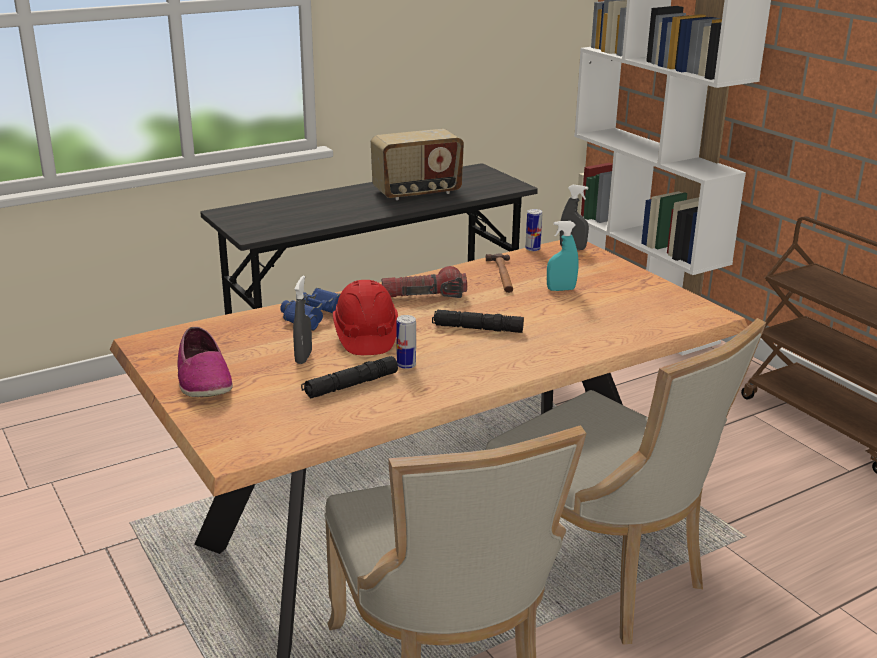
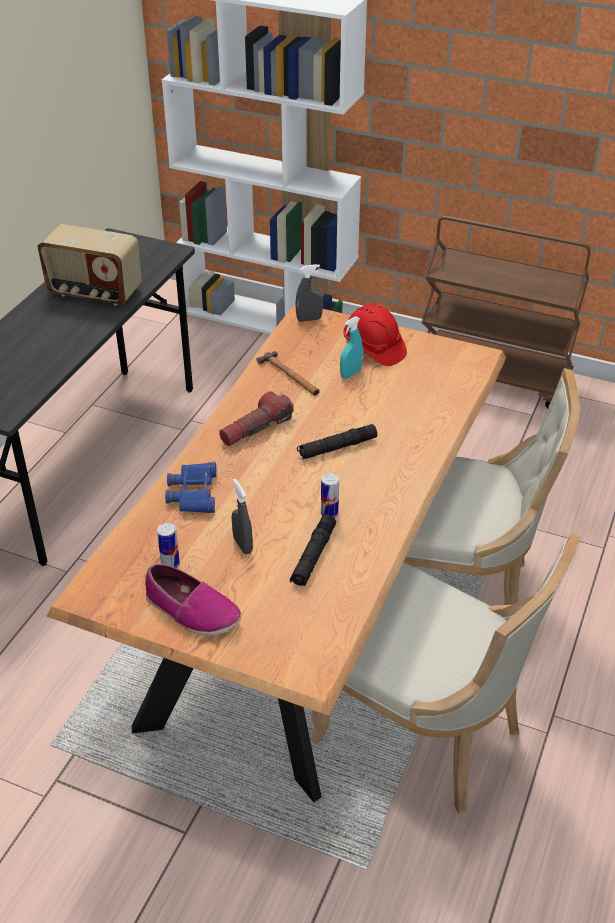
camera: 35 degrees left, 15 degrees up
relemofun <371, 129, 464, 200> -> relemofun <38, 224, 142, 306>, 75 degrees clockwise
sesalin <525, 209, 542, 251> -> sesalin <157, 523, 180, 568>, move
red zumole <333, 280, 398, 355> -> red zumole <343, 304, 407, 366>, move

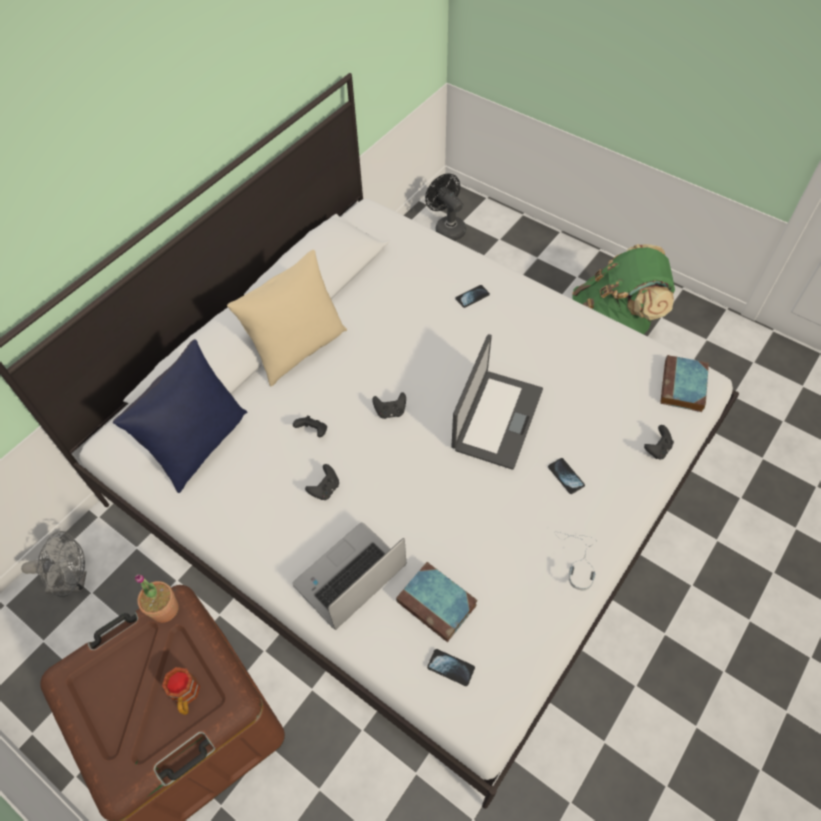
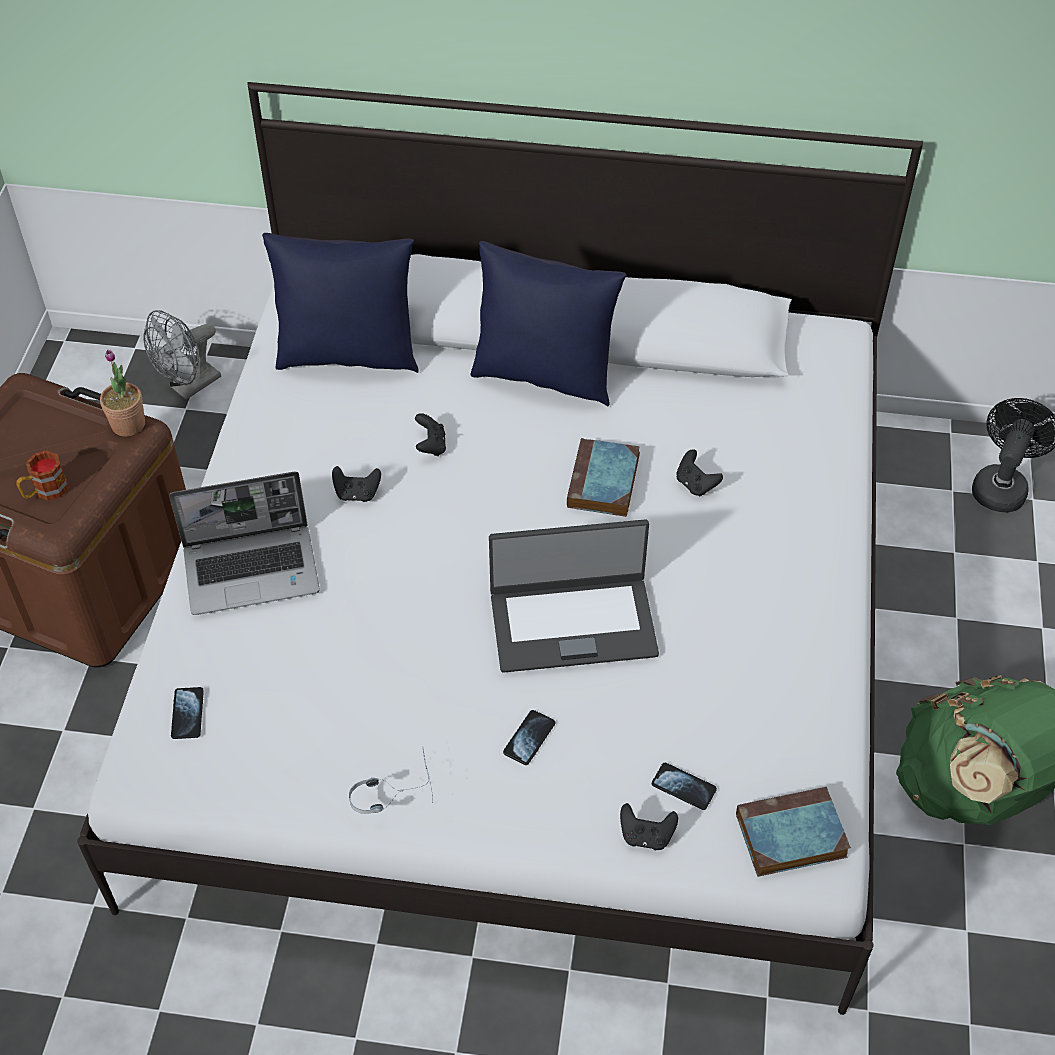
camera: 60 degrees right, 5 degrees down
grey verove <21, 531, 87, 597> -> grey verove <143, 310, 221, 400>, 75 degrees clockwise
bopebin <292, 522, 406, 630> -> bopebin <169, 472, 320, 615>, 150 degrees clockwise
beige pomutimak <227, 250, 347, 387> -> blue pomutimak <470, 241, 627, 406>
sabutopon <396, 562, 478, 642> -> sabutopon <567, 438, 640, 517>, move
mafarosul <456, 285, 490, 308> -> mafarosul <652, 763, 717, 810>, move
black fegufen <372, 392, 406, 419> -> black fegufen <676, 449, 723, 496>, move

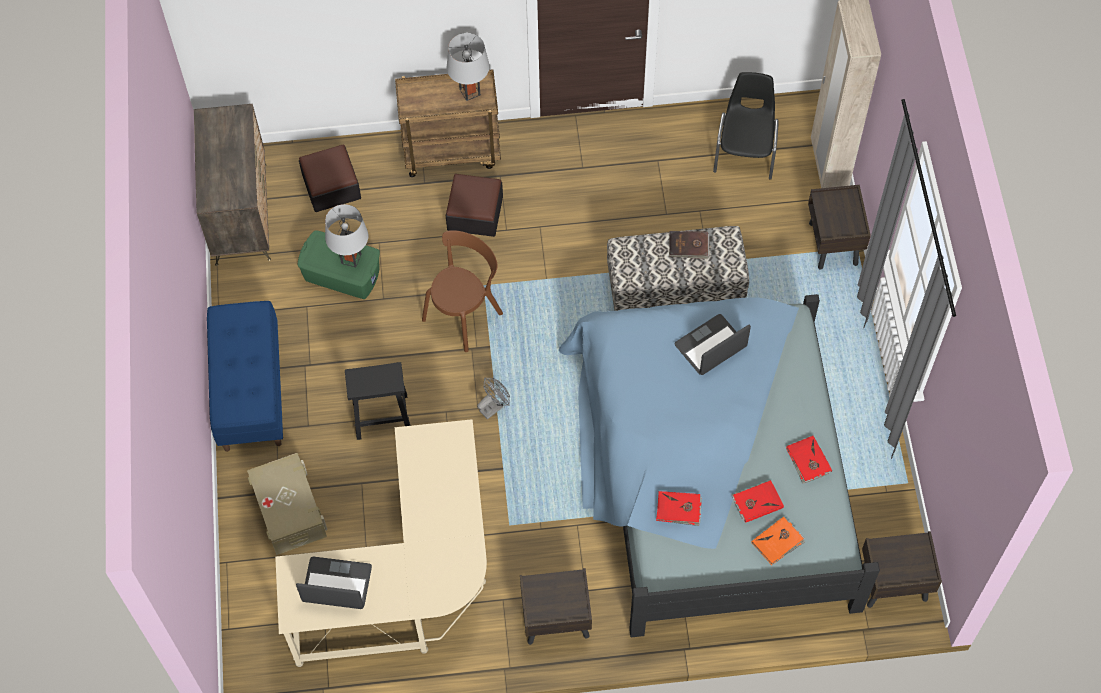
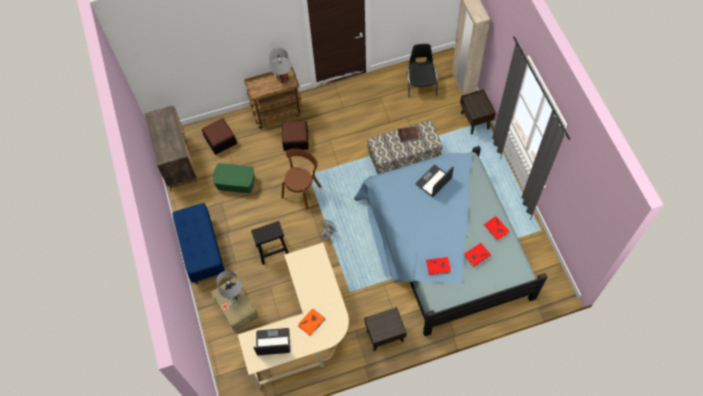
camera: 10 degrees left, 0 degrees up
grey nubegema <325, 204, 368, 267> -> grey nubegema <216, 270, 242, 300>, move
orange sabutopon <751, 517, 805, 565> -> orange sabutopon <297, 309, 326, 336>, move
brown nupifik <862, 531, 942, 608> -> none

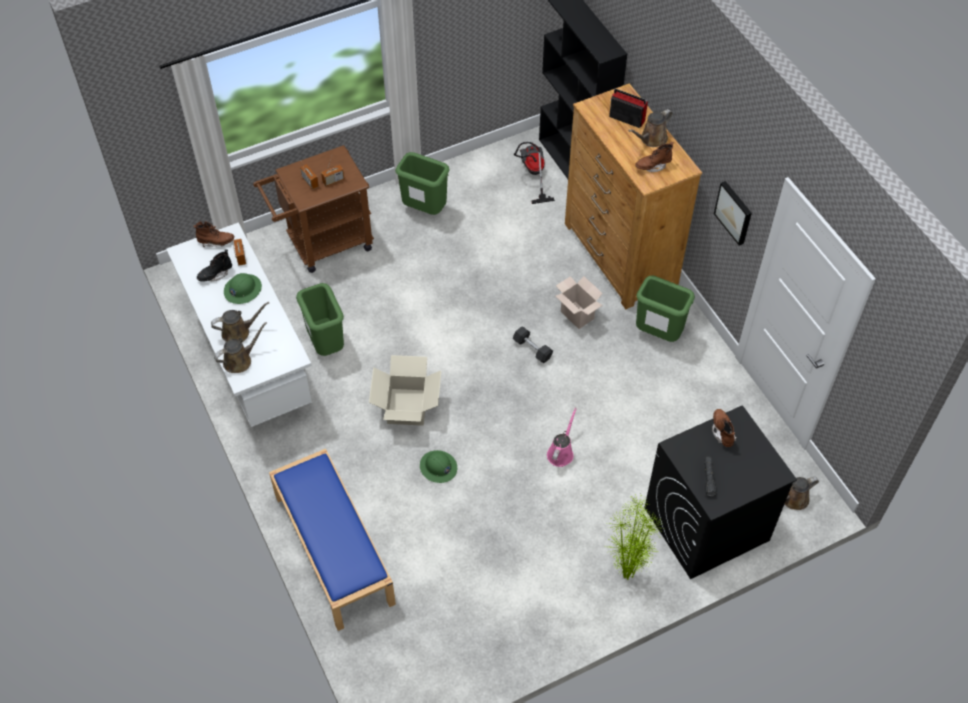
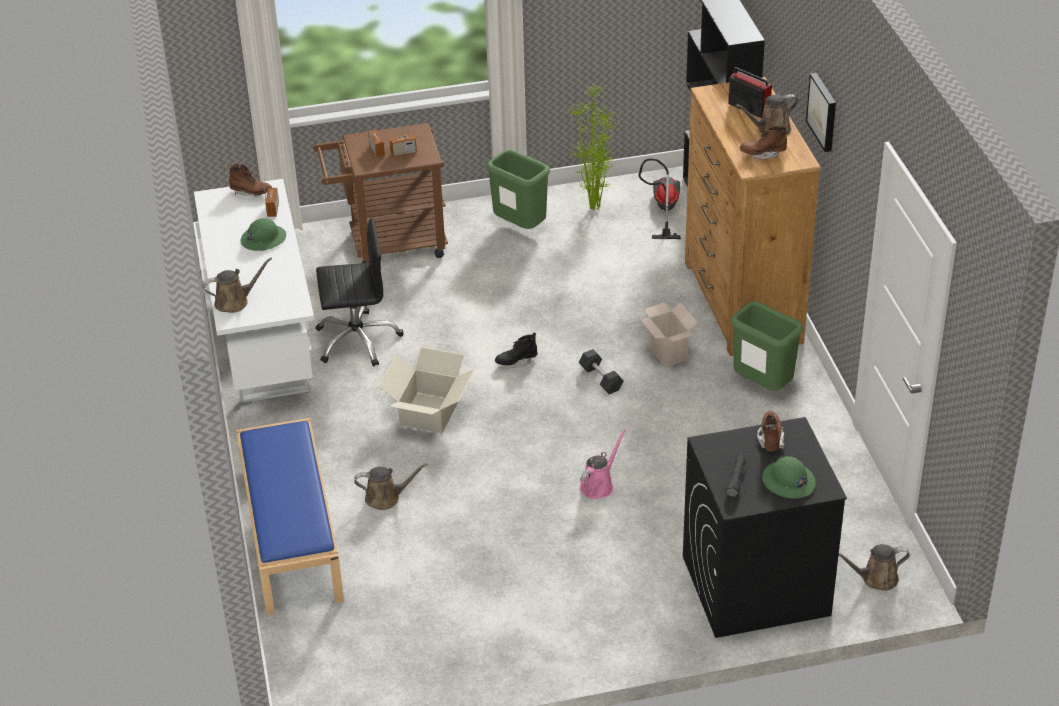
camera: 15 degrees right, 15 degrees down
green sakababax <296, 283, 344, 356> -> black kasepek <316, 218, 404, 367>
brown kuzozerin <211, 302, 269, 342> -> brown kuzozerin <354, 463, 428, 510>, move
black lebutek <197, 249, 232, 282> -> black lebutek <495, 332, 538, 368>, move
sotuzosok <605, 494, 664, 580> -> sotuzosok <567, 85, 618, 210>, move
green zumole <420, 450, 457, 483> -> green zumole <762, 456, 816, 499>, move
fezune <714, 181, 752, 246> -> fezune <806, 73, 836, 152>, move

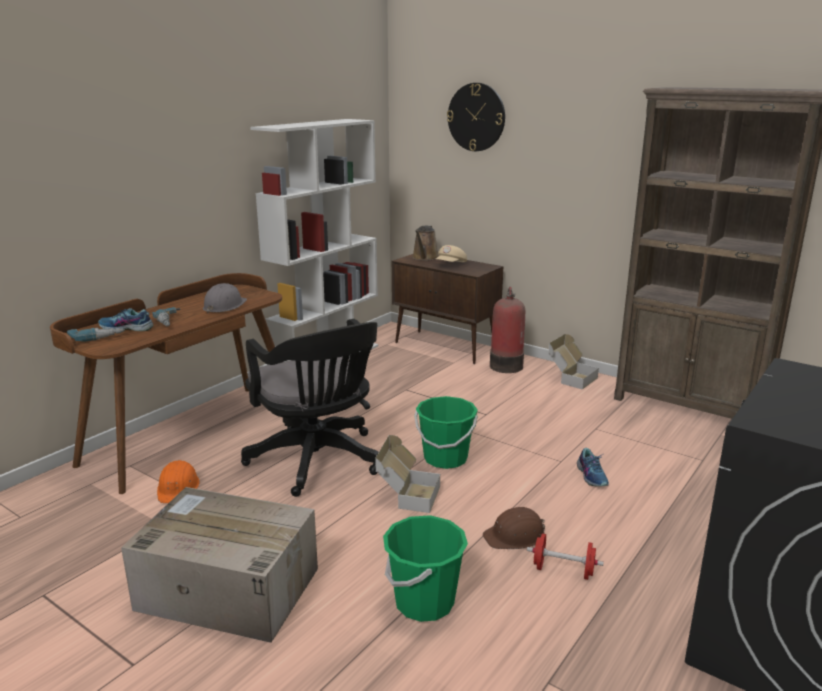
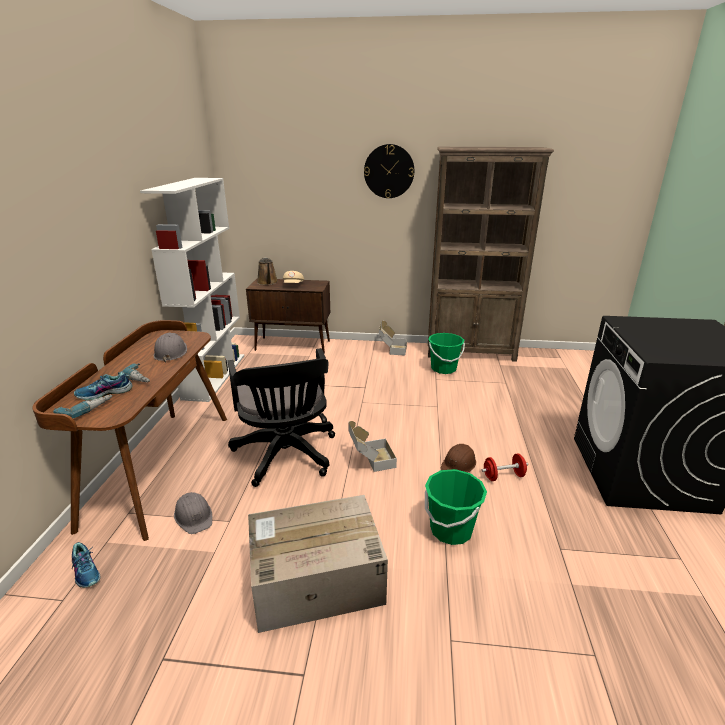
camera: 30 degrees left, 5 degrees up
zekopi <577, 448, 609, 486> -> zekopi <72, 542, 100, 588>, move
orange zumole <157, 460, 200, 503> -> grey zumole <174, 492, 212, 534>
black kasepek <241, 319, 379, 497> -> black kasepek <228, 348, 335, 487>, 45 degrees clockwise
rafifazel <447, 83, 505, 151> -> rafifazel <364, 144, 414, 198>, move
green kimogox <414, 396, 478, 469> -> green kimogox <428, 333, 465, 374>, move
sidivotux <490, 287, 525, 373> -> none

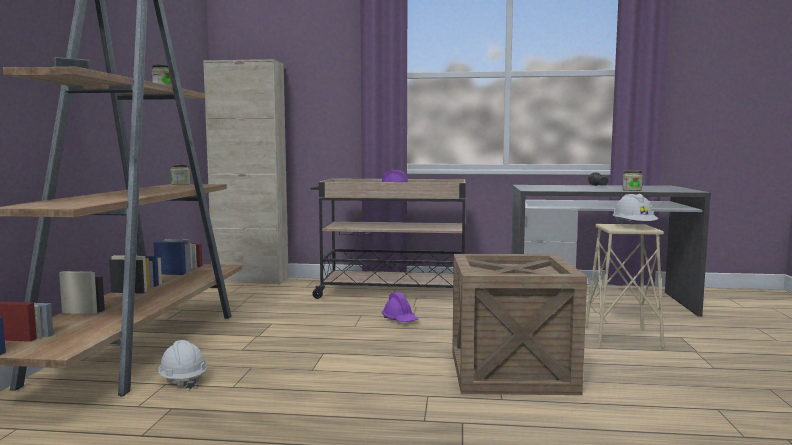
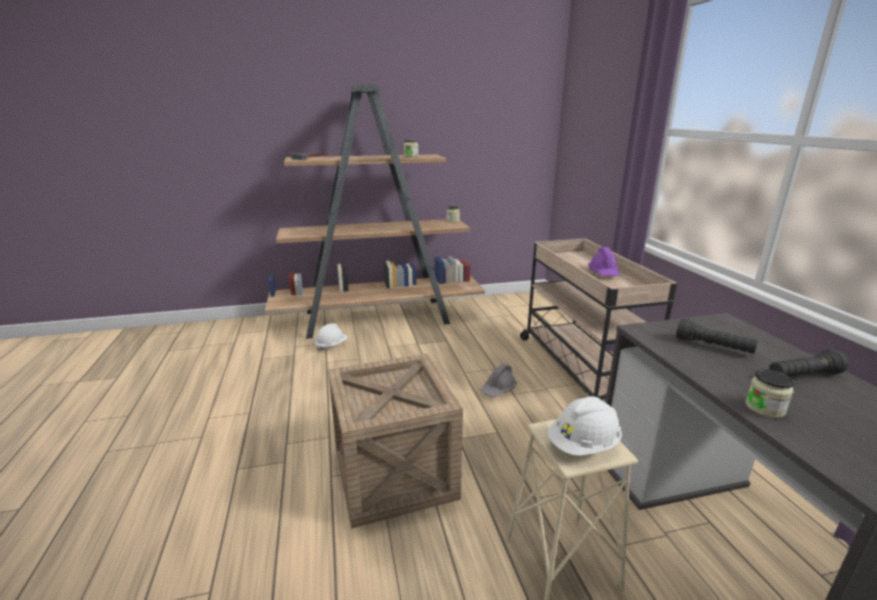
camera: 70 degrees right, 15 degrees up
purple zumole <382, 292, 419, 322> -> grey zumole <480, 364, 517, 397>
none -> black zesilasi <676, 319, 758, 354>
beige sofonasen <203, 59, 289, 285> -> none

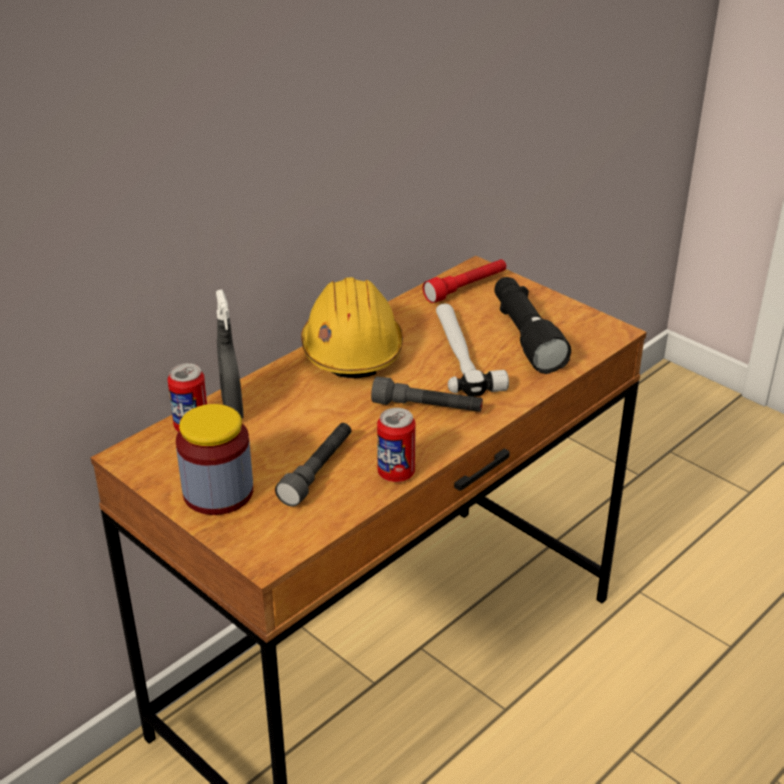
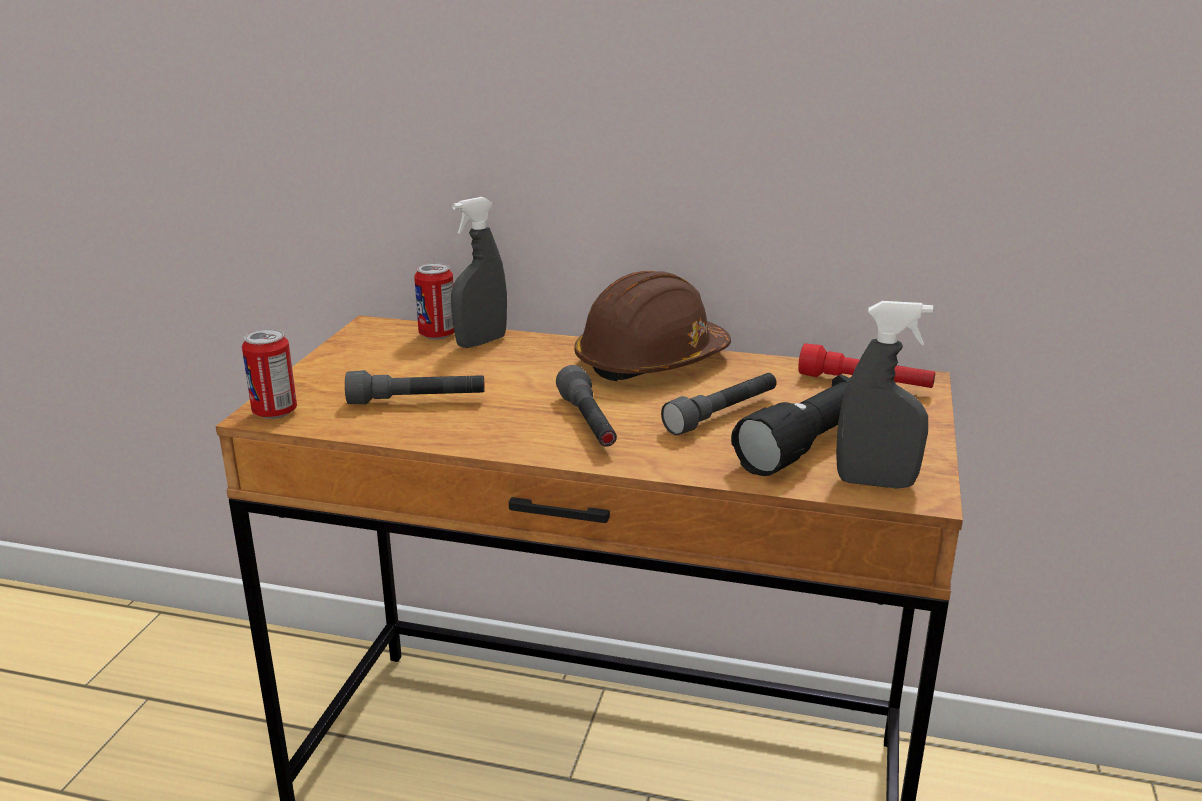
camera: 60 degrees right, 10 degrees down
sesalin <377, 408, 416, 482> -> sesalin <242, 329, 297, 419>, move
yellow zumole <301, 277, 403, 378> -> brown zumole <574, 271, 731, 381>
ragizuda <436, 304, 509, 397> -> grey zesilasi <661, 373, 777, 435>
none -> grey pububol <836, 301, 933, 488>
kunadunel <176, 404, 253, 515> -> none

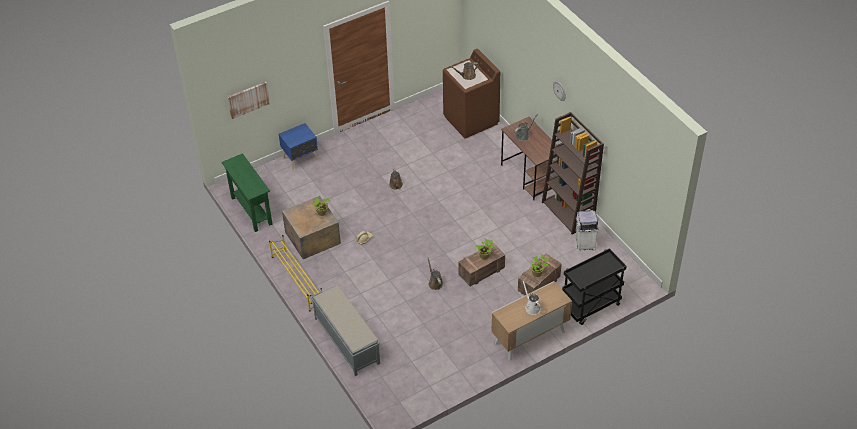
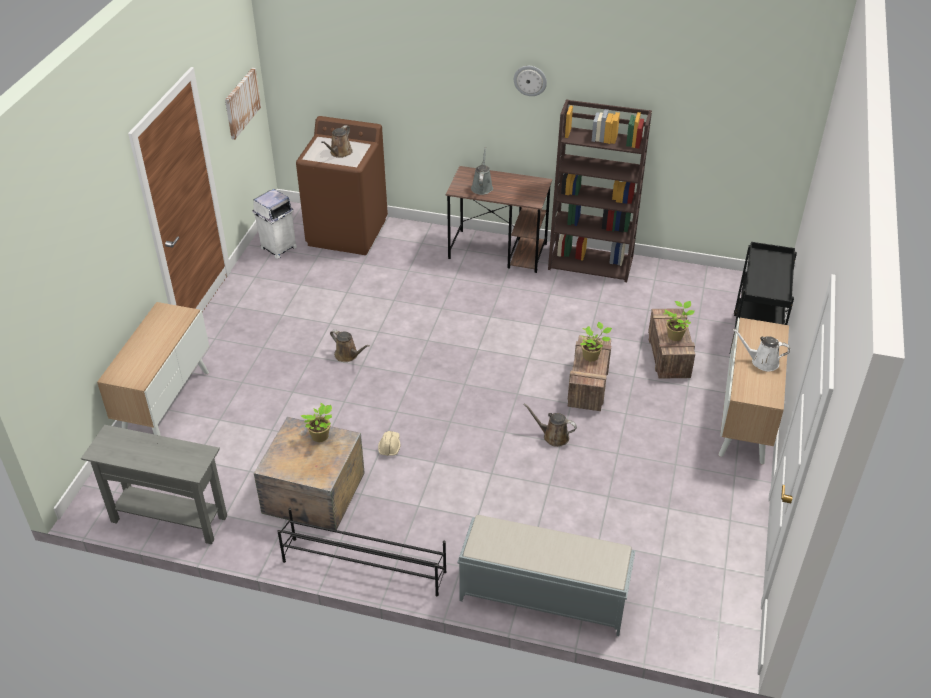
camera: 45 degrees left, 5 degrees down
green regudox <221, 153, 273, 232> -> grey regudox <81, 425, 227, 544>
blue nupifik <279, 123, 318, 170> -> sofonasen <97, 302, 209, 436>
fezune <228, 82, 270, 119> -> fezune <225, 68, 261, 140>, move
white sakababax <575, 210, 599, 252> -> white sakababax <252, 189, 297, 259>, move
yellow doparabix <269, 235, 322, 311> -> black doparabix <277, 508, 447, 596>

